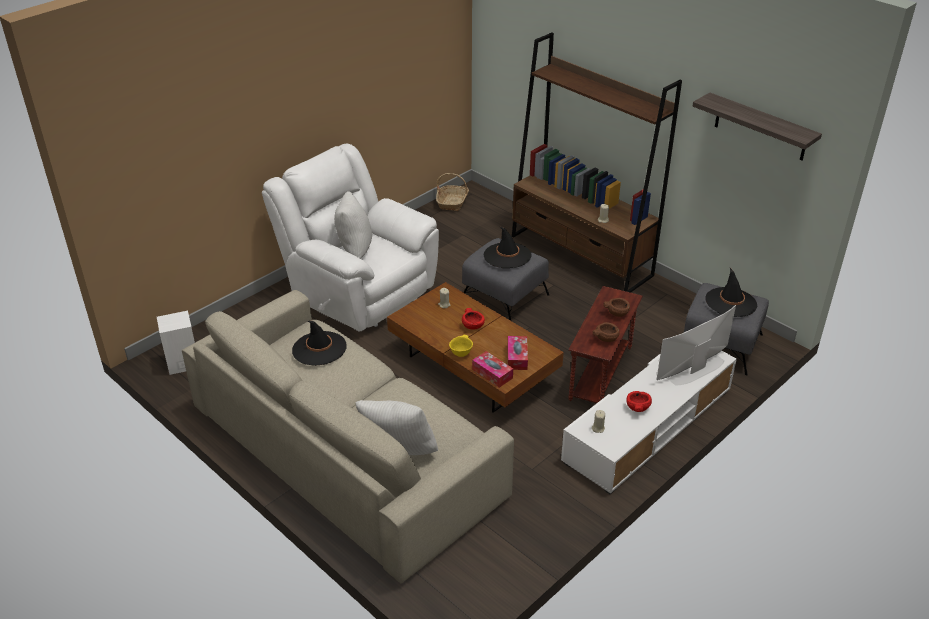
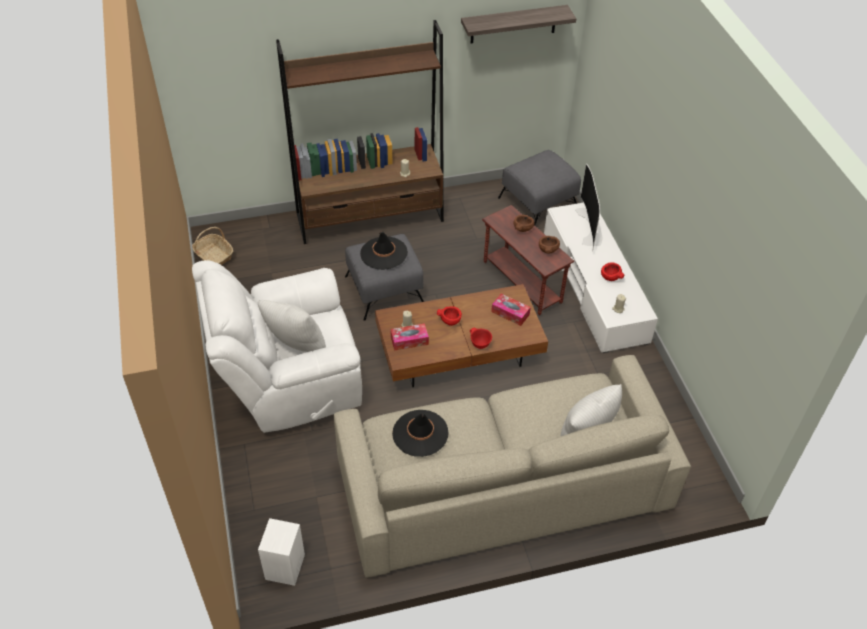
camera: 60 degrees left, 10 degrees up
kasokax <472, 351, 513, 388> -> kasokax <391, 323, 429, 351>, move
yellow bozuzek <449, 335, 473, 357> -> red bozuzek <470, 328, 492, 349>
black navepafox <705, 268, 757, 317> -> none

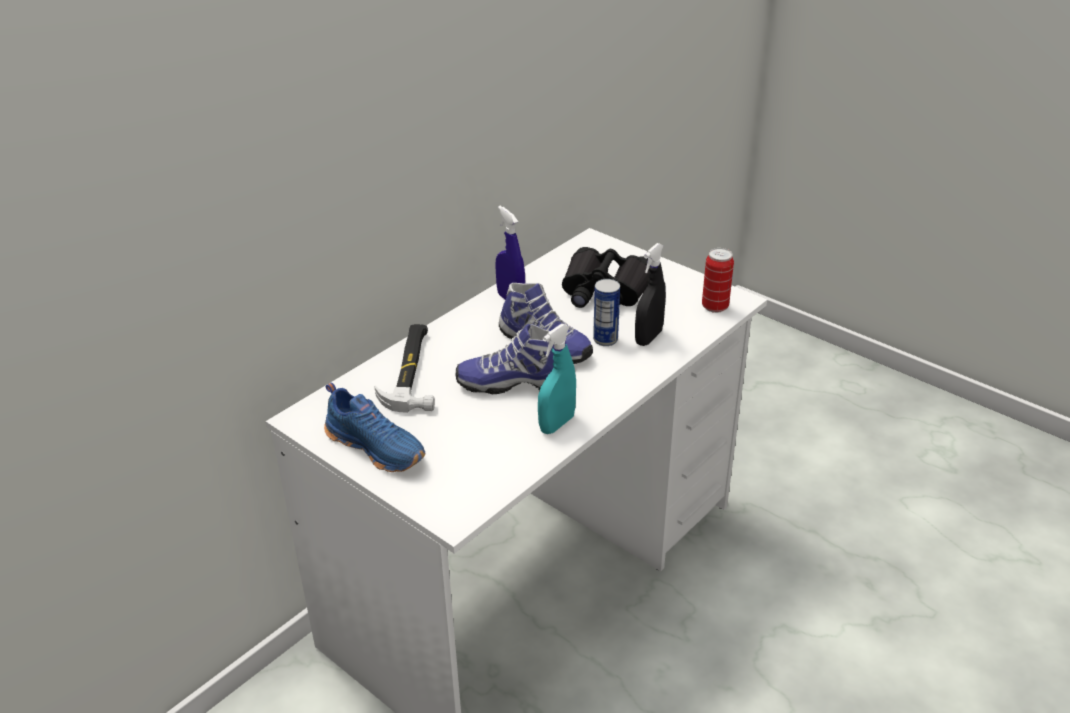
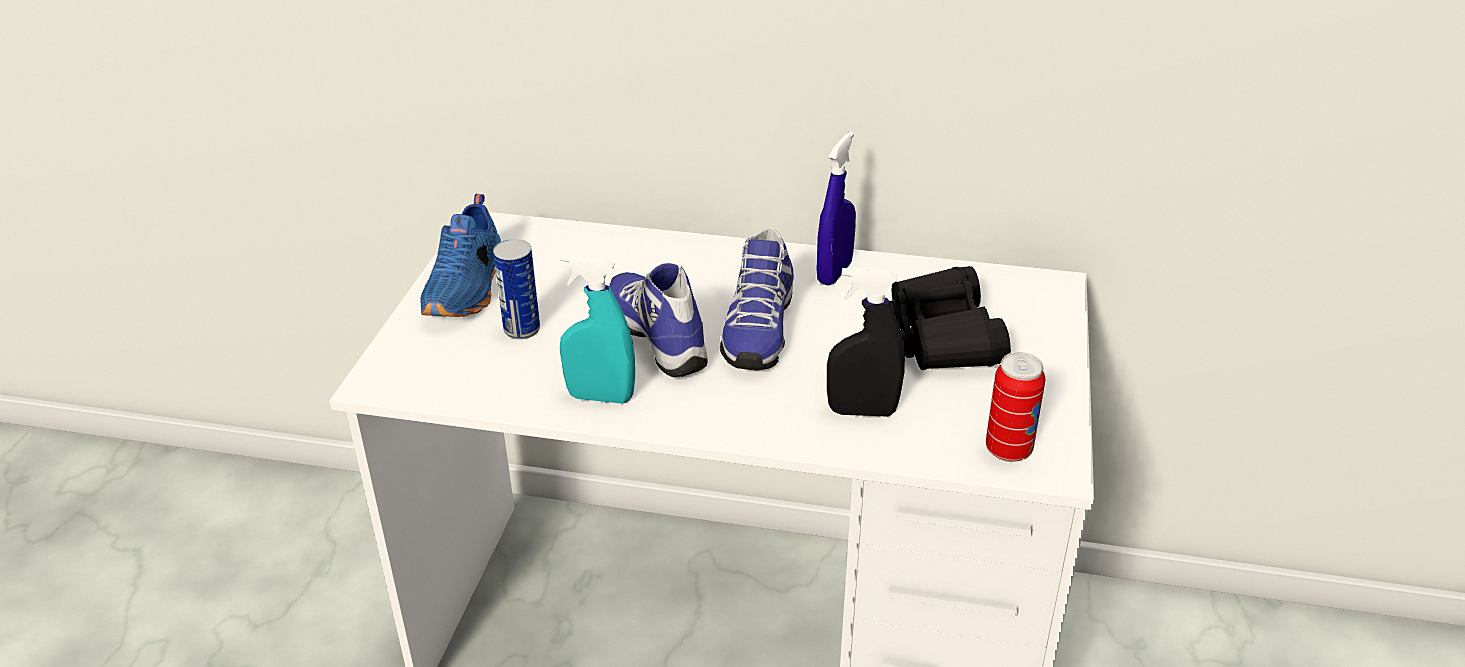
camera: 60 degrees right, 0 degrees up
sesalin <593, 279, 620, 346> -> sesalin <493, 239, 540, 339>, move
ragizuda <375, 324, 435, 413> -> none

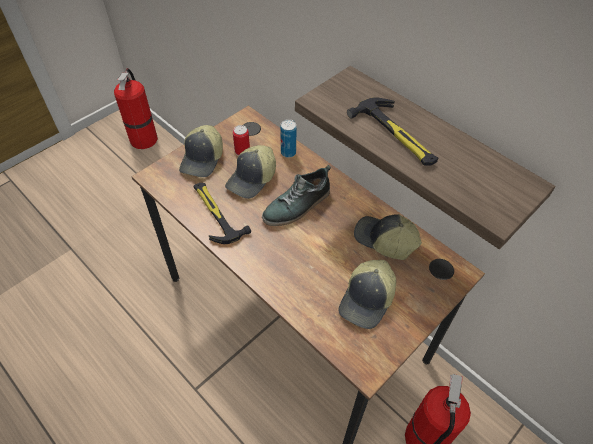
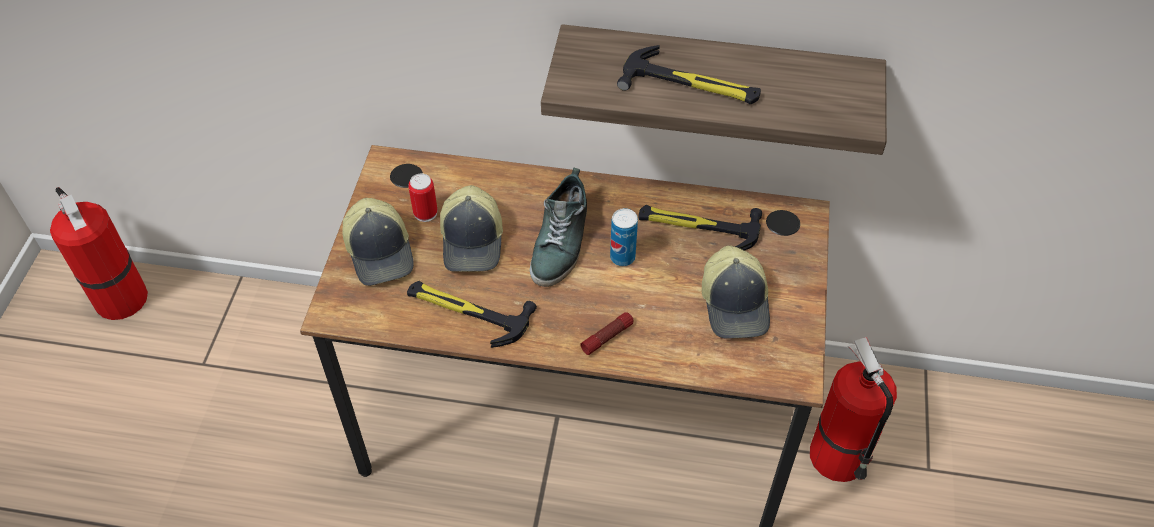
camera: 35 degrees left, 0 degrees up
none -> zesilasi <580, 312, 634, 355>
sesalin <280, 119, 297, 158> -> sesalin <610, 208, 638, 266>, move
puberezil <354, 214, 422, 260> -> ragizuda <638, 205, 762, 251>

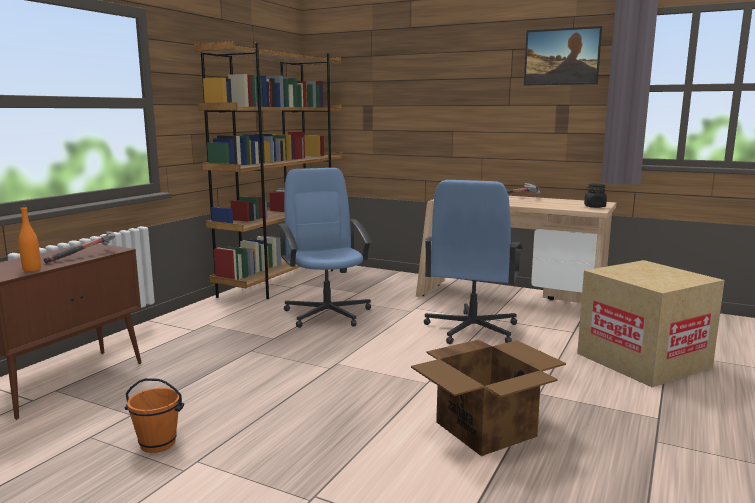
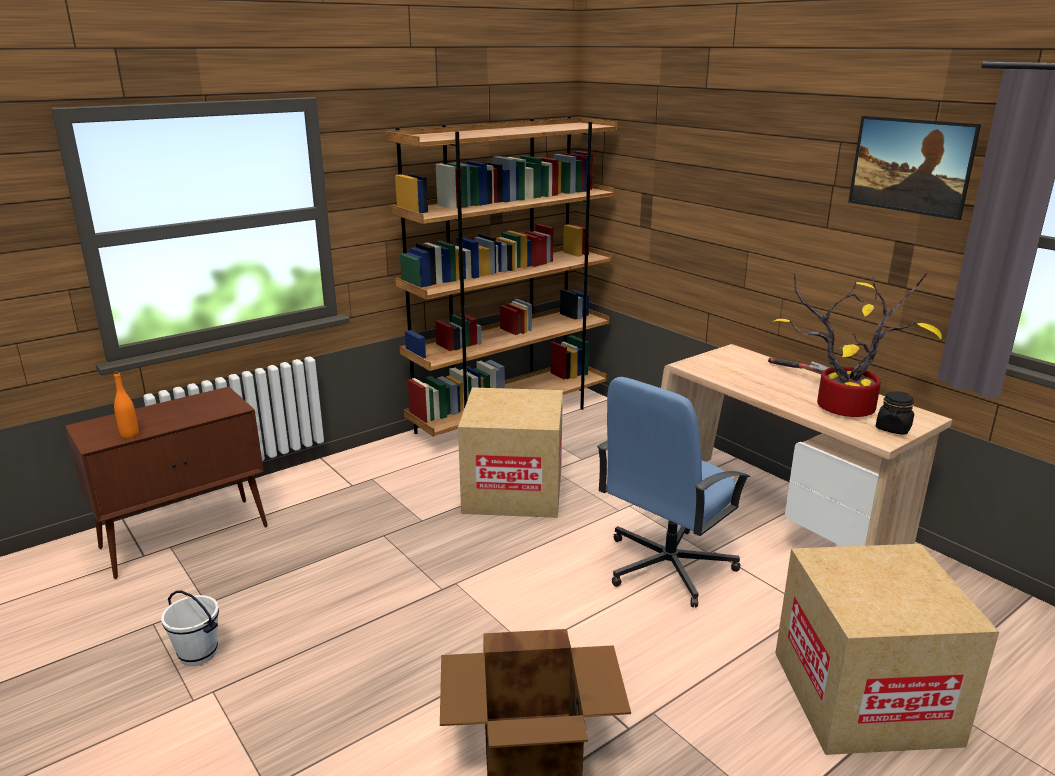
camera: 25 degrees right, 10 degrees up
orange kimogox <125, 378, 184, 453> -> white kimogox <161, 591, 219, 666>
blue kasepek <279, 168, 372, 328> -> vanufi <458, 387, 563, 518>
none -> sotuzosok <772, 273, 942, 417>
ragizuda <43, 231, 115, 264> -> none

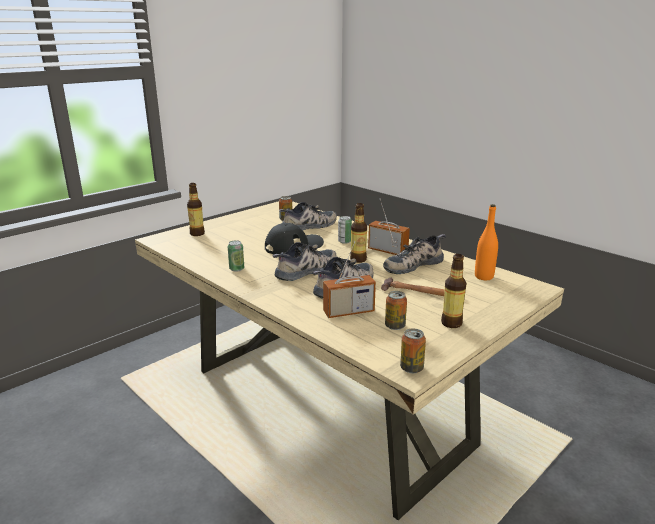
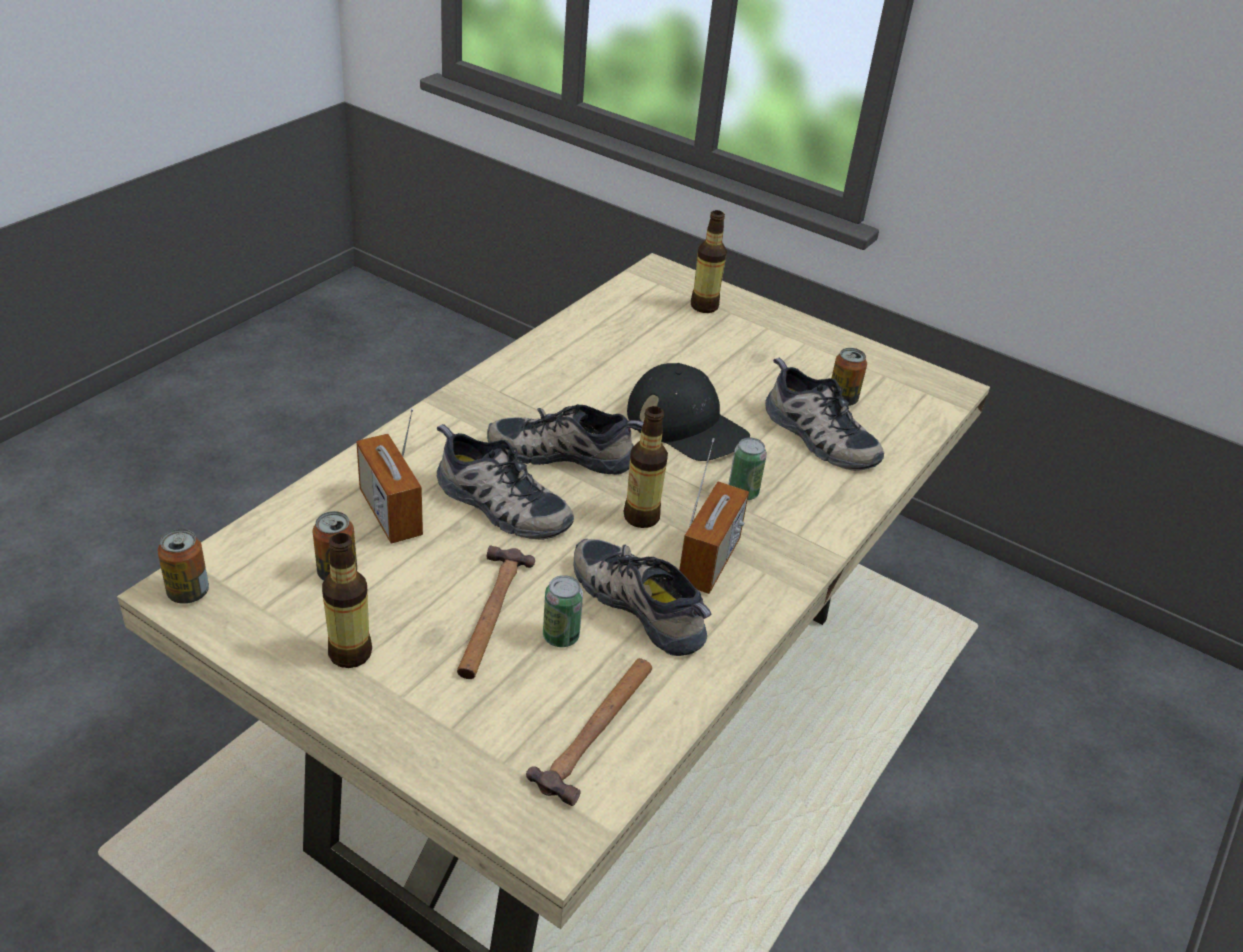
camera: 75 degrees right, 15 degrees up
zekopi <272, 242, 337, 281> -> zekopi <487, 404, 644, 475>, 150 degrees clockwise
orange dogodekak <475, 204, 498, 280> -> ragizuda <526, 658, 652, 806>
sesalin <228, 240, 244, 272> -> sesalin <543, 575, 583, 647>, move

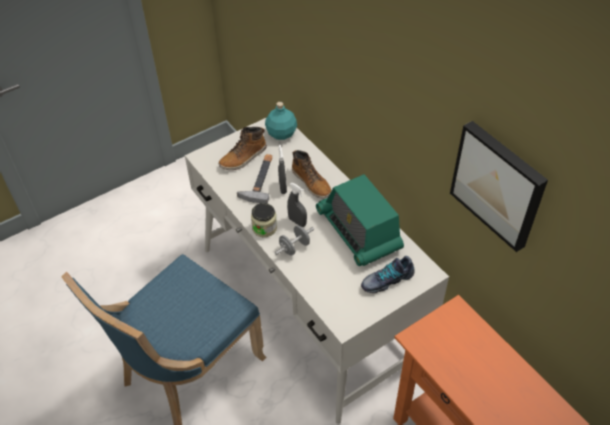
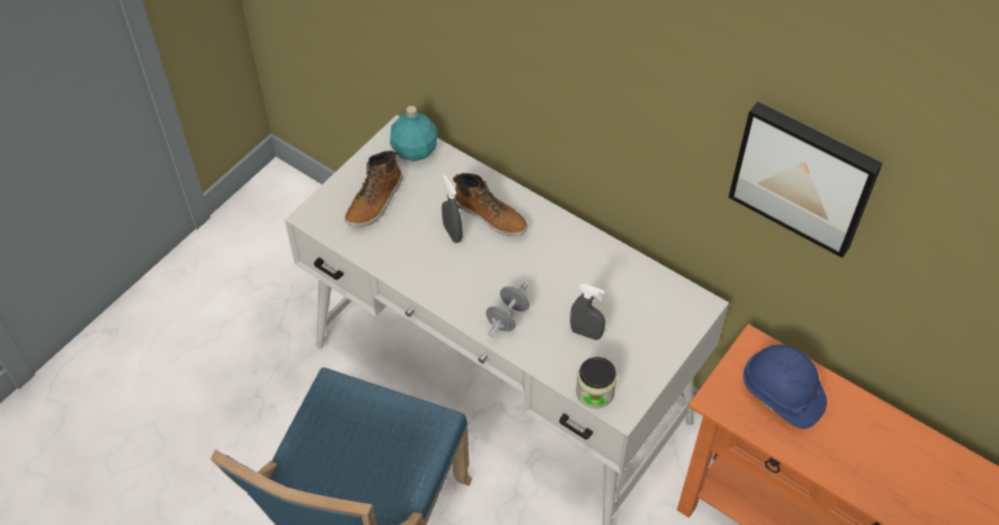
camera: 20 degrees left, 5 degrees up
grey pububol <287, 183, 307, 227> -> grey pububol <570, 284, 605, 340>, move
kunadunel <251, 203, 277, 237> -> kunadunel <576, 357, 617, 409>, move
none -> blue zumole <743, 345, 827, 429>
ragizuda <237, 154, 272, 204> -> none
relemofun <316, 174, 404, 266> -> none
zekopi <361, 256, 415, 293> -> none

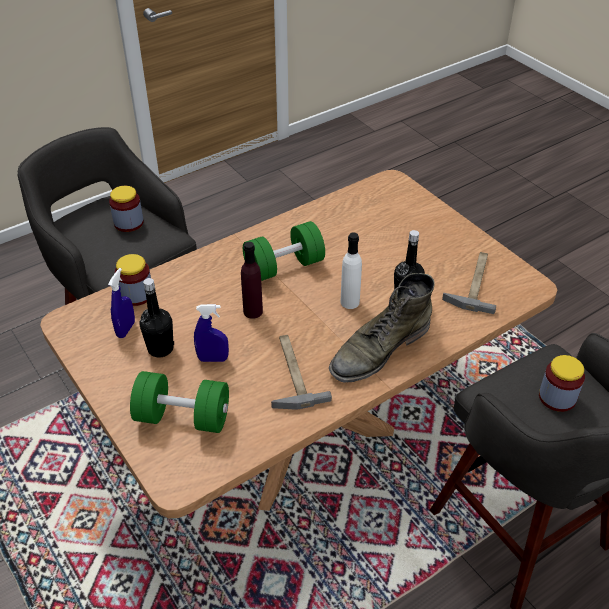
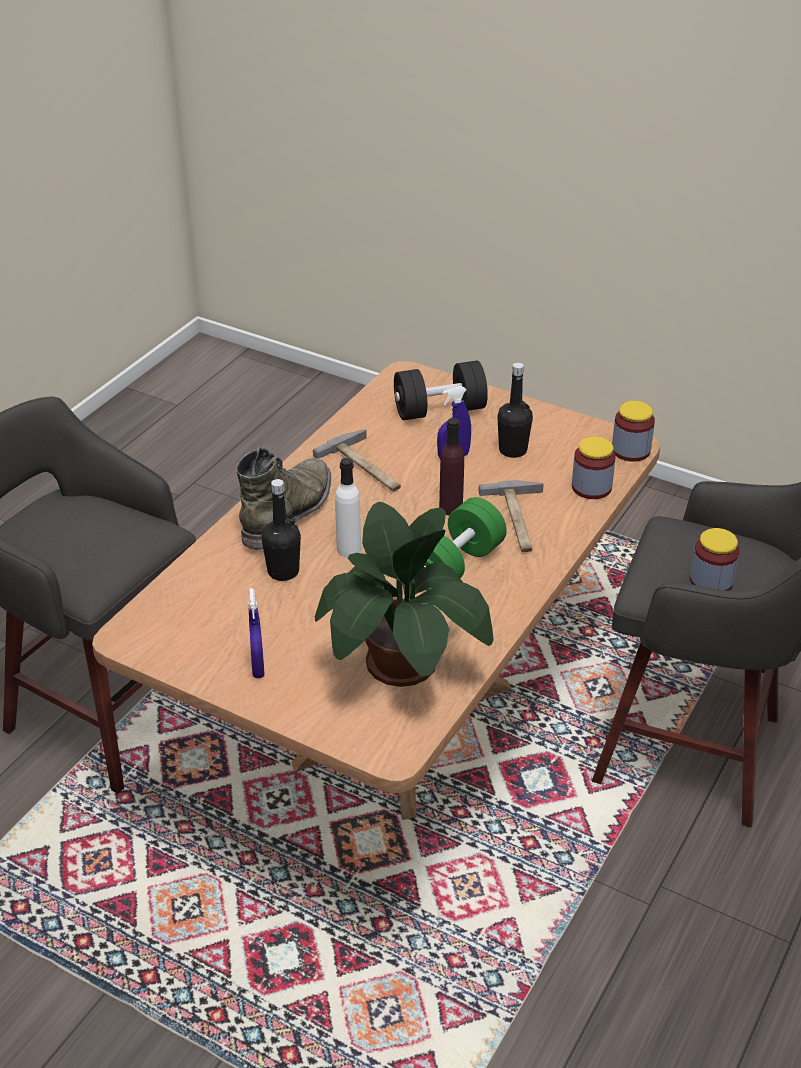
camera: 155 degrees right, 5 degrees down
blue pububol <108, 268, 135, 338> -> blue pububol <248, 588, 265, 678>, move
none -> sotuzosok <315, 502, 494, 687>
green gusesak <130, 371, 229, 433> -> black gusesak <394, 361, 488, 420>
ragizuda <442, 252, 496, 314> -> ragizuda <478, 480, 544, 552>, move
kunadunel <539, 355, 585, 412> -> kunadunel <612, 401, 655, 462>, move

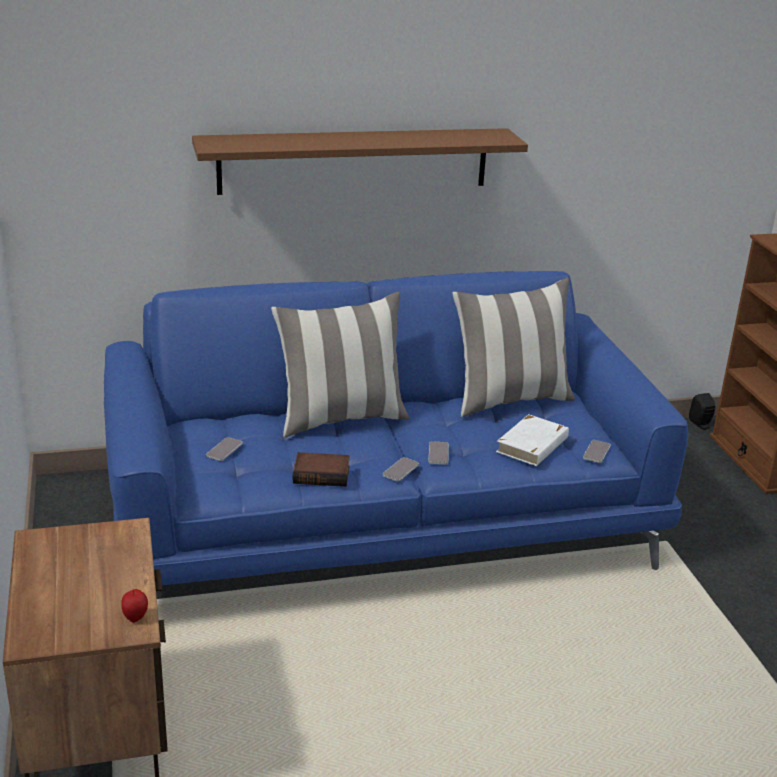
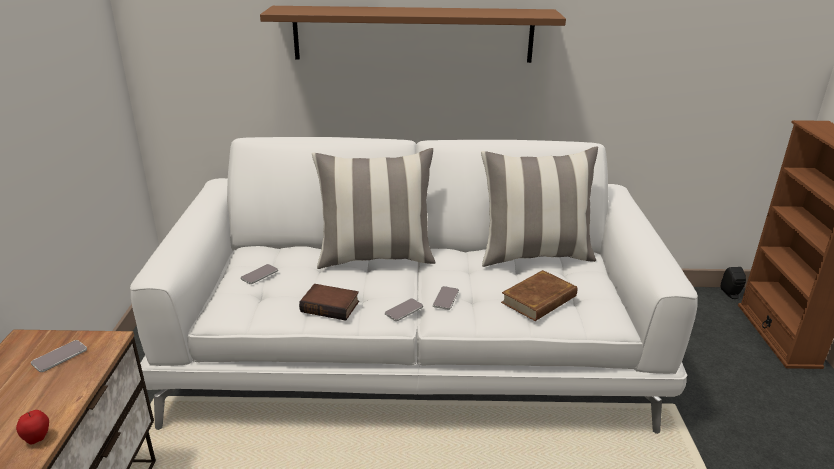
camera: 15 degrees right, 0 degrees up
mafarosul <583, 440, 611, 463> -> mafarosul <31, 340, 87, 372>, move
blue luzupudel <104, 271, 688, 585> -> white luzupudel <130, 137, 698, 434>
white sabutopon <496, 414, 569, 466> -> brown sabutopon <501, 270, 577, 321>

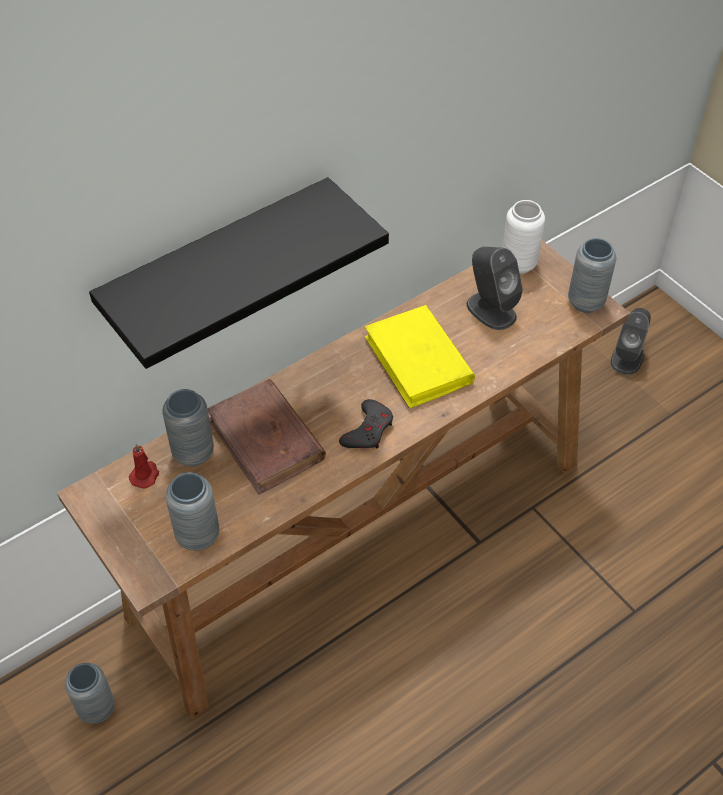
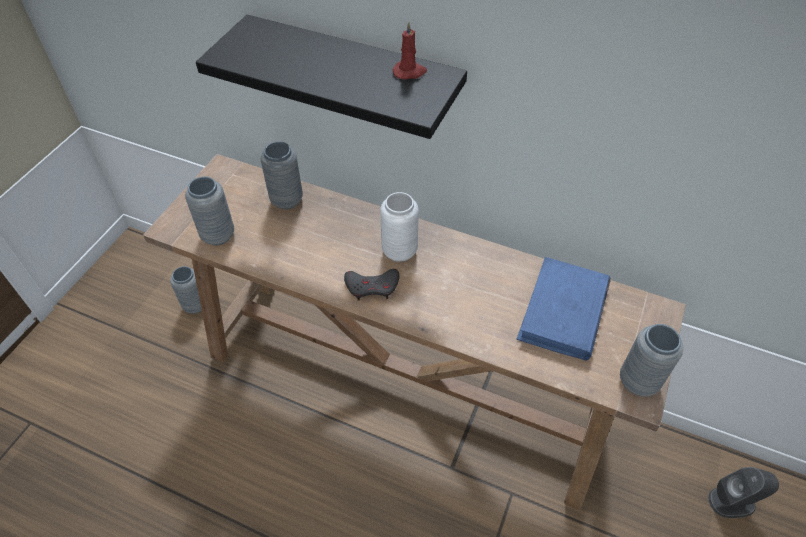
camera: 60 degrees right, 0 degrees up
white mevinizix <502, 200, 545, 274> -> white mevinizix <380, 192, 419, 262>, move
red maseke <129, 444, 159, 489> -> red maseke <393, 22, 427, 80>, move
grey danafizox <466, 247, 523, 330> -> blue sabutopon <517, 257, 611, 361>
brown sabutopon <207, 379, 326, 495> -> none
yellow sabutopon <365, 305, 475, 409> -> none

